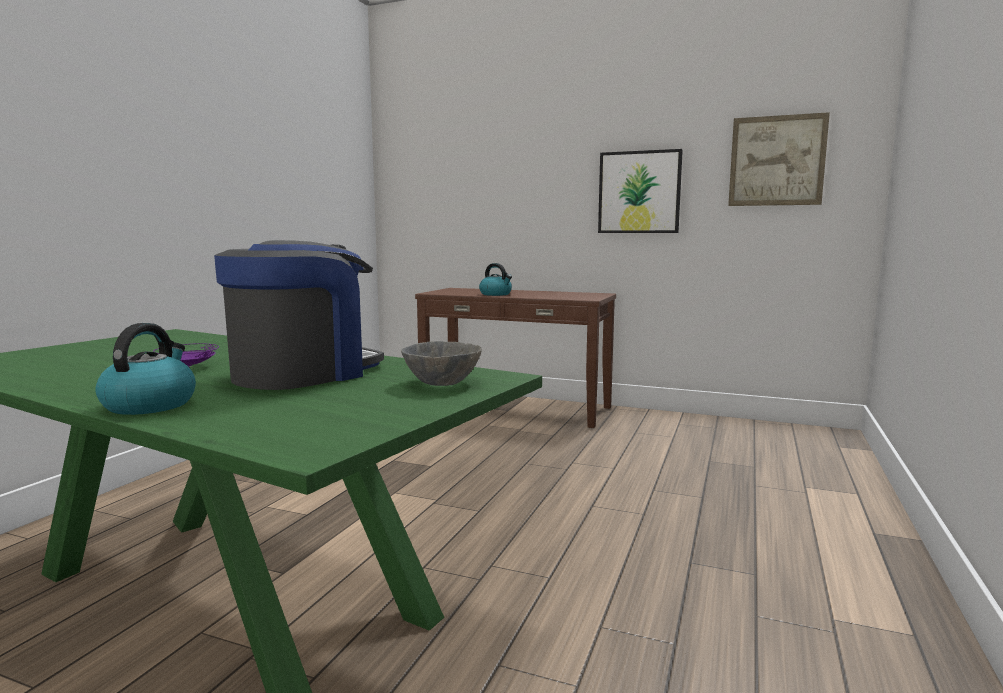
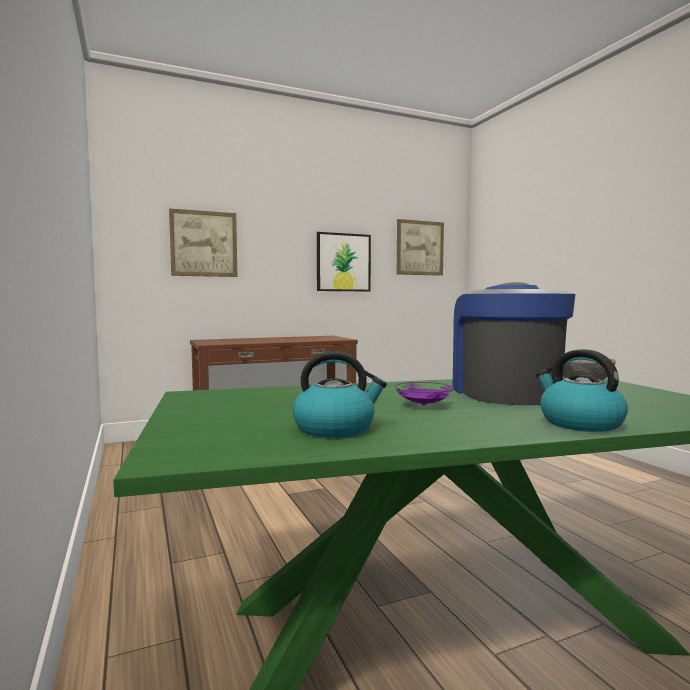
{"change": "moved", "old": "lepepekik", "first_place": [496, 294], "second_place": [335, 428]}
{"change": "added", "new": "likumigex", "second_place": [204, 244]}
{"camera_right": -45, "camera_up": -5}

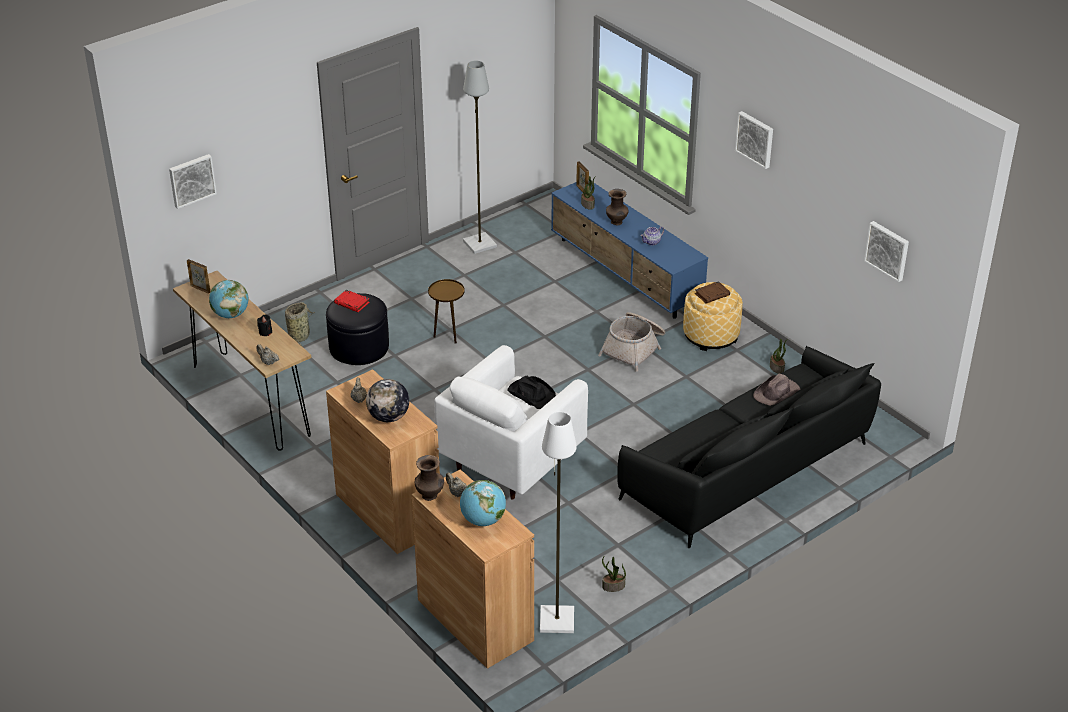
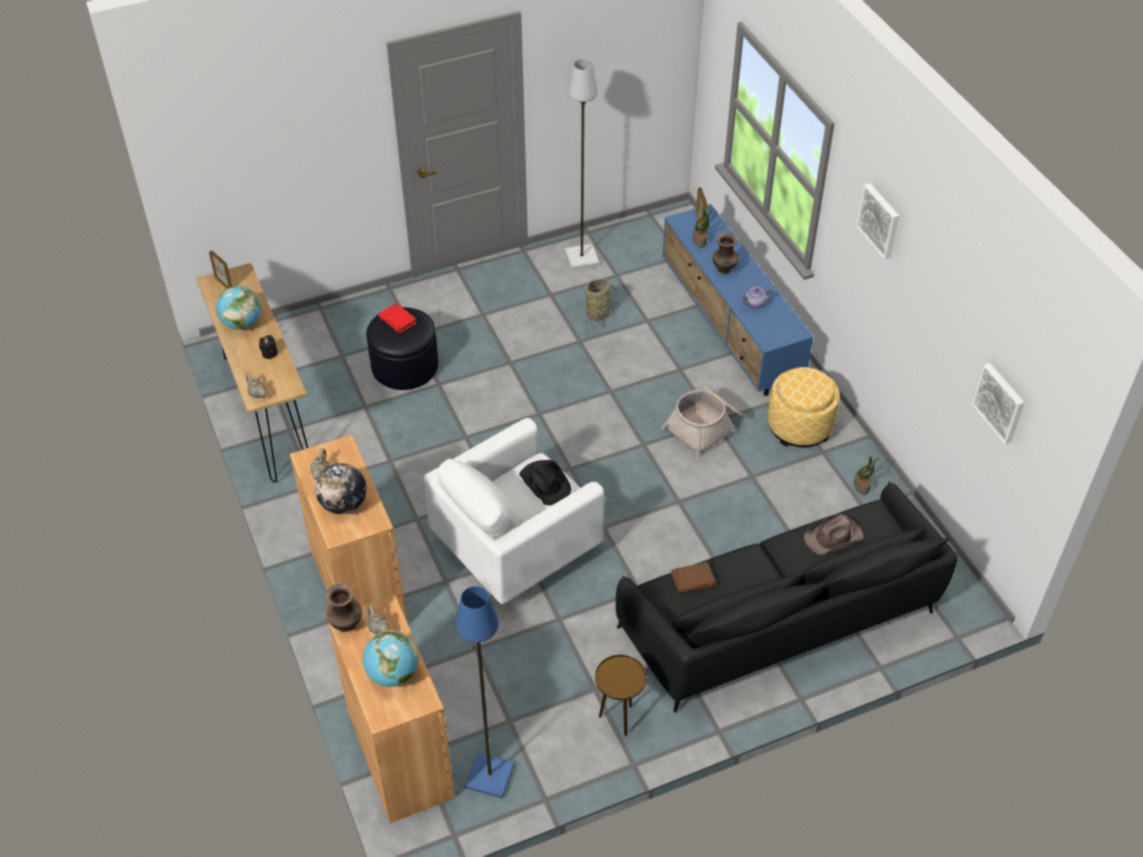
{"change": "removed", "old": "likumigex", "first_place": [191, 180]}
{"change": "moved", "old": "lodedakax", "first_place": [300, 336], "second_place": [599, 313]}
{"change": "moved", "old": "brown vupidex", "first_place": [448, 336], "second_place": [618, 719]}
{"change": "recoloured", "old": "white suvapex", "new": "blue suvapex", "first_place": [556, 621], "second_place": [489, 777]}
{"change": "removed", "old": "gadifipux", "first_place": [613, 587]}
{"change": "moved", "old": "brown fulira", "first_place": [712, 294], "second_place": [693, 580]}
{"camera_right": 15, "camera_up": 10}

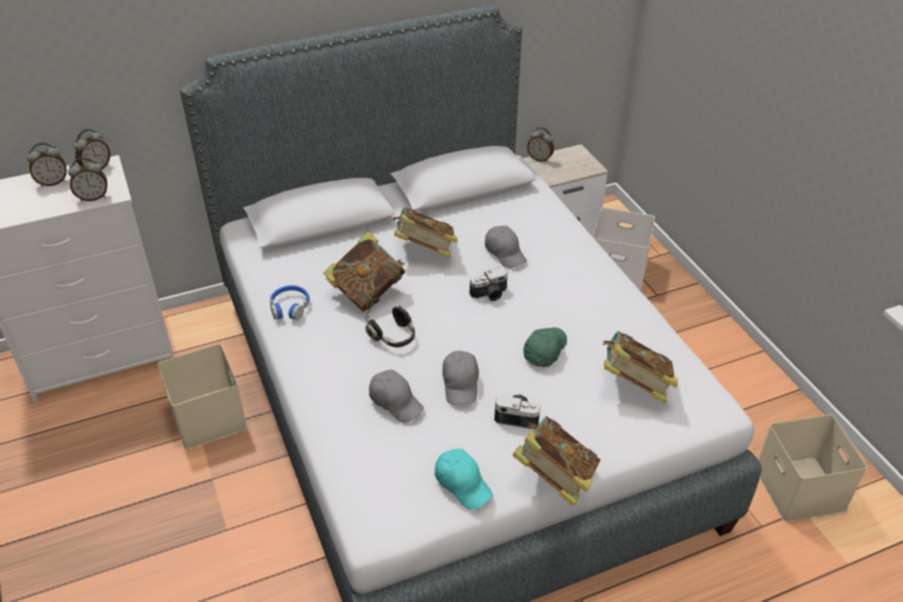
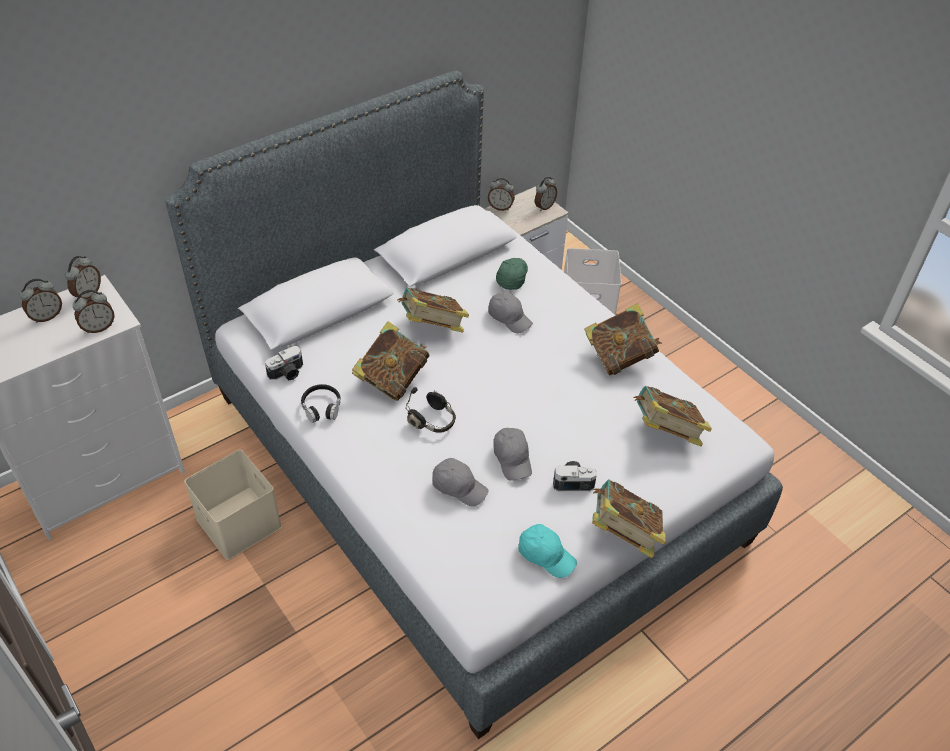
{"change": "recoloured", "old": "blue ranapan", "new": "black ranapan", "first_place": [290, 307], "second_place": [321, 407]}
{"change": "moved", "old": "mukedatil", "first_place": [490, 294], "second_place": [287, 373]}
{"change": "moved", "old": "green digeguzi", "first_place": [544, 351], "second_place": [512, 277]}
{"change": "removed", "old": "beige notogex", "first_place": [797, 488]}
{"change": "added", "new": "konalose", "second_place": [544, 206]}
{"change": "added", "new": "fulira", "second_place": [619, 357]}
{"camera_right": -15, "camera_up": 5}

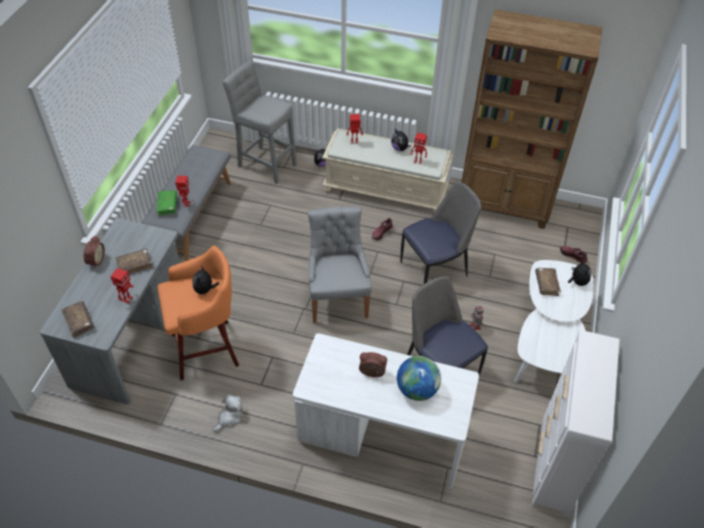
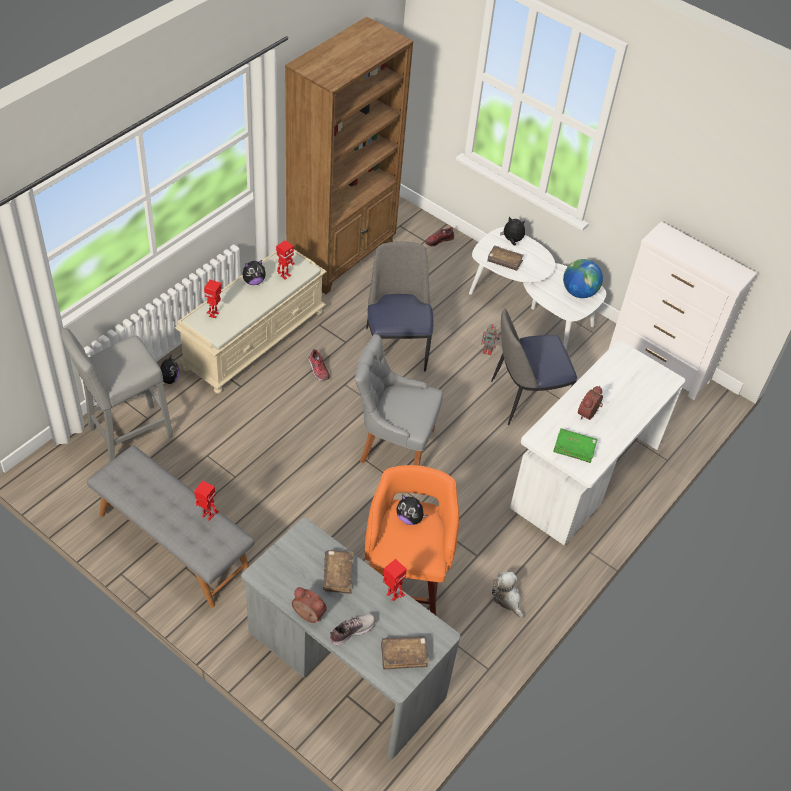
{"change": "moved", "old": "green fulira", "first_place": [167, 205], "second_place": [574, 448]}
{"change": "moved", "old": "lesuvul", "first_place": [417, 389], "second_place": [579, 292]}
{"change": "added", "new": "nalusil", "second_place": [351, 631]}
{"camera_right": -70, "camera_up": 0}

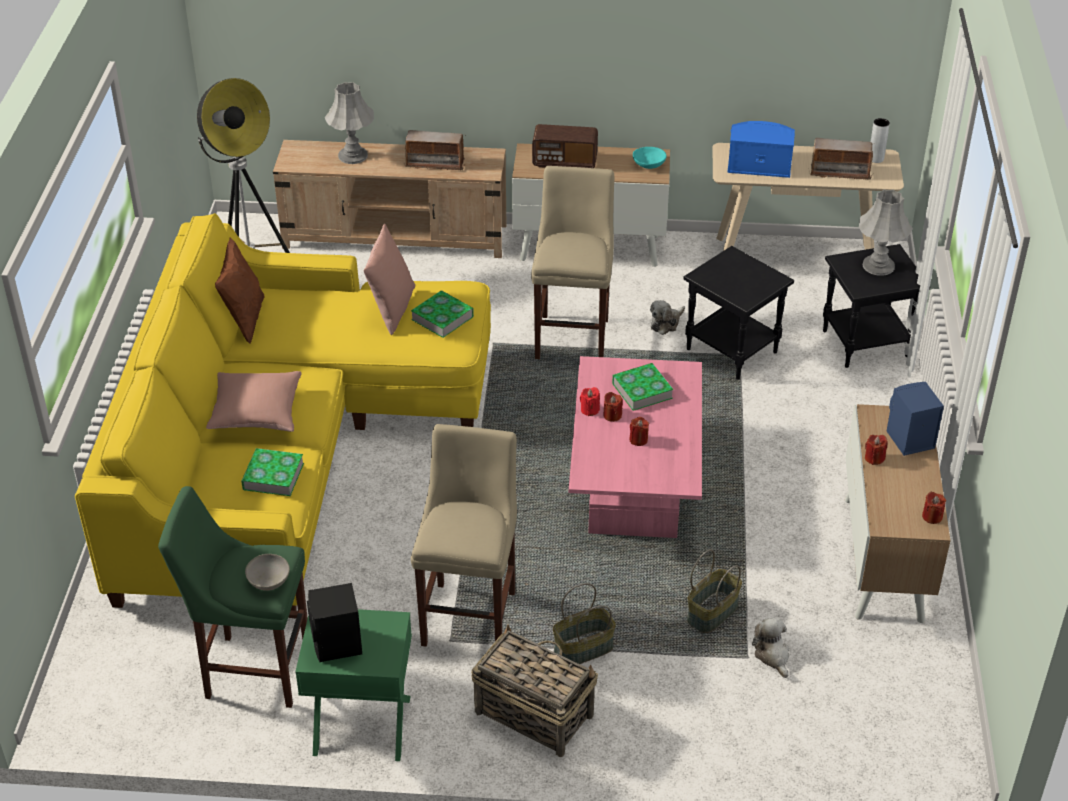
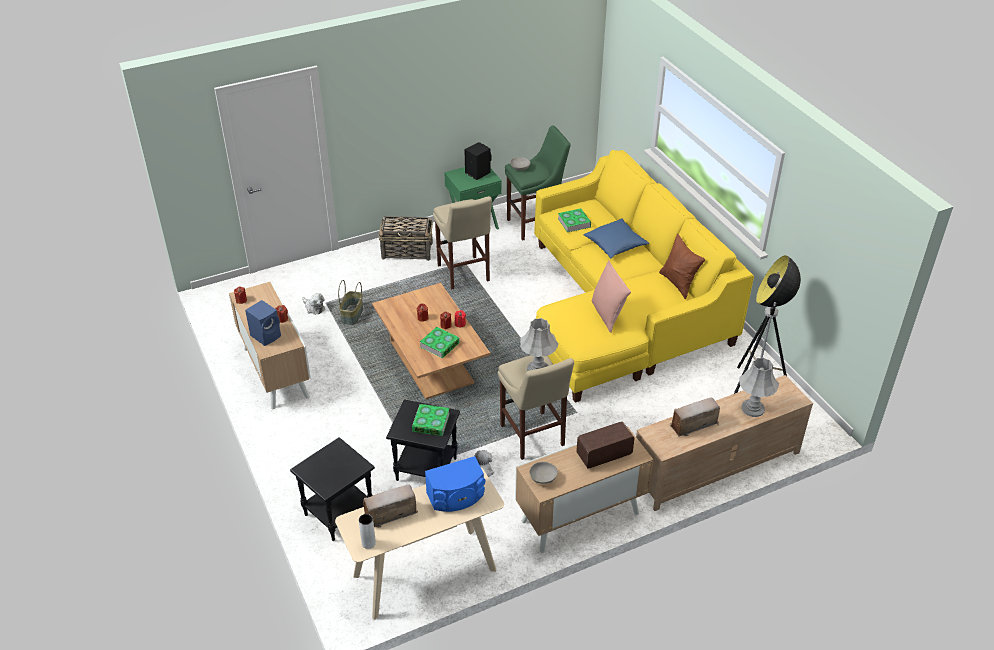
{"change": "recoloured", "old": "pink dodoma", "new": "blue dodoma", "first_place": [256, 412], "second_place": [615, 245]}
{"change": "moved", "old": "fulira", "first_place": [442, 318], "second_place": [431, 422]}
{"change": "removed", "old": "lodedakax", "first_place": [583, 650]}
{"change": "recoloured", "old": "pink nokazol", "new": "brown nokazol", "first_place": [635, 481], "second_place": [431, 362]}
{"change": "recoloured", "old": "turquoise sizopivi", "new": "grey sizopivi", "first_place": [649, 165], "second_place": [543, 478]}
{"change": "moved", "old": "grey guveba", "first_place": [878, 266], "second_place": [537, 369]}
{"camera_right": 150, "camera_up": 0}

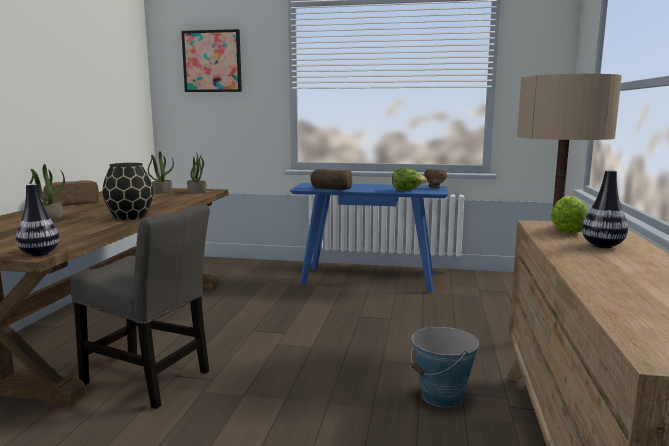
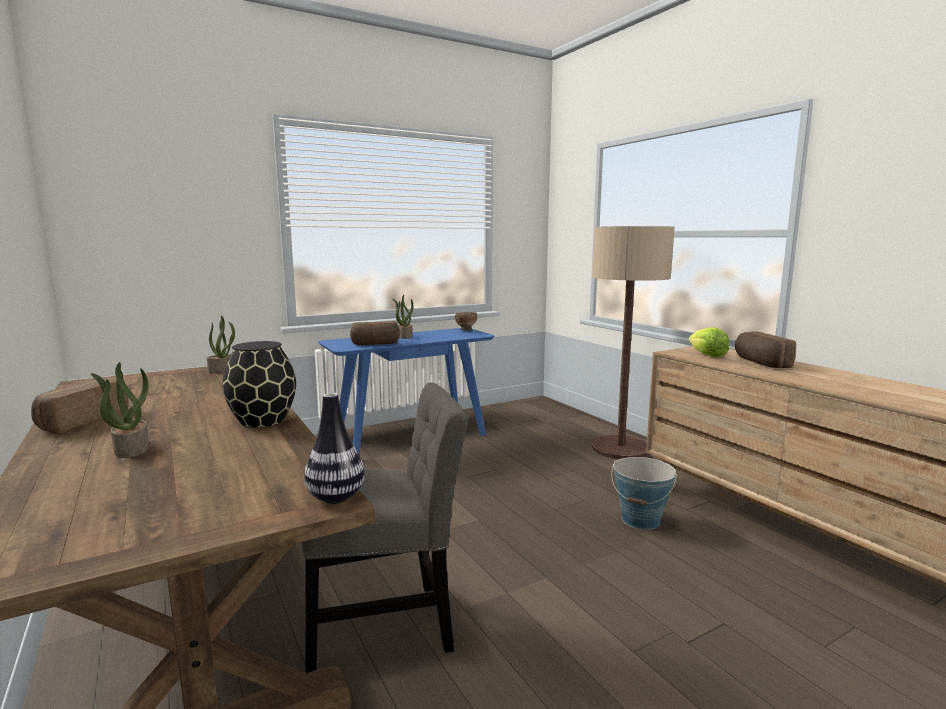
{"change": "moved", "old": "gadifipux", "first_place": [162, 191], "second_place": [404, 336]}
{"change": "removed", "old": "likumigex", "first_place": [212, 61]}
{"change": "removed", "old": "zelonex", "first_place": [407, 190]}
{"change": "replaced", "old": "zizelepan", "new": "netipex", "first_place": [602, 246], "second_place": [759, 363]}
{"camera_right": -40, "camera_up": 0}

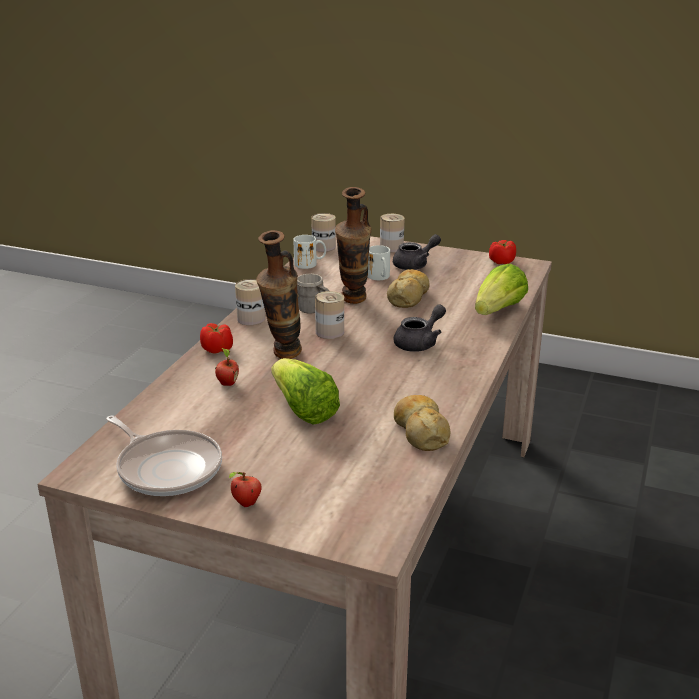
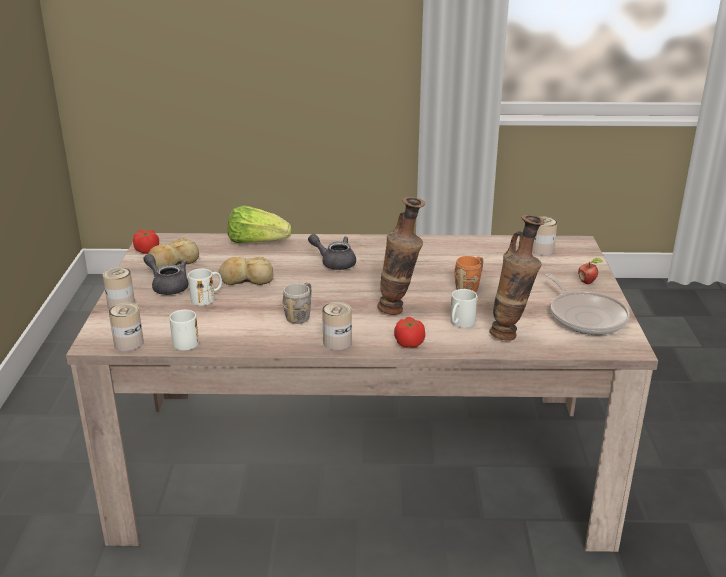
{"change": "turned", "old": "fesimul", "first_place": [167, 468], "second_place": [585, 316], "degrees": 135}
{"change": "replaced", "old": "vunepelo", "new": "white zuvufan", "first_place": [227, 383], "second_place": [460, 324]}
{"change": "replaced", "old": "zelonex", "new": "orange zuvufan", "first_place": [303, 410], "second_place": [469, 286]}
{"change": "moved", "old": "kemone", "first_place": [330, 332], "second_place": [542, 250]}
{"change": "moved", "old": "zizelepan", "first_place": [353, 302], "second_place": [511, 334]}
{"change": "moved", "old": "netipex", "first_place": [421, 431], "second_place": [172, 263]}
{"camera_right": -110, "camera_up": 0}

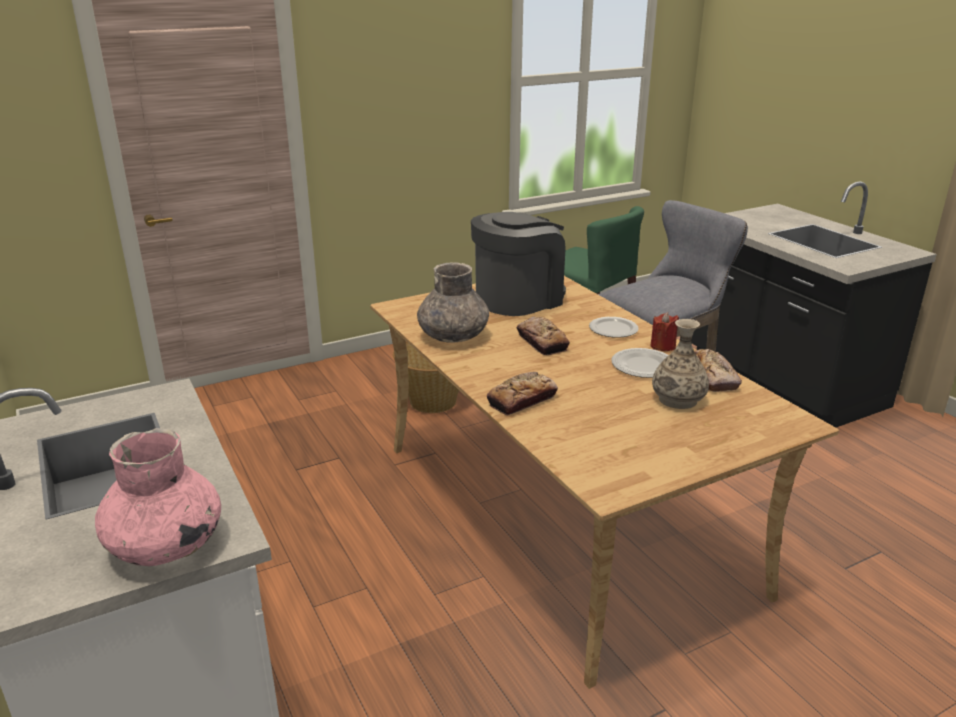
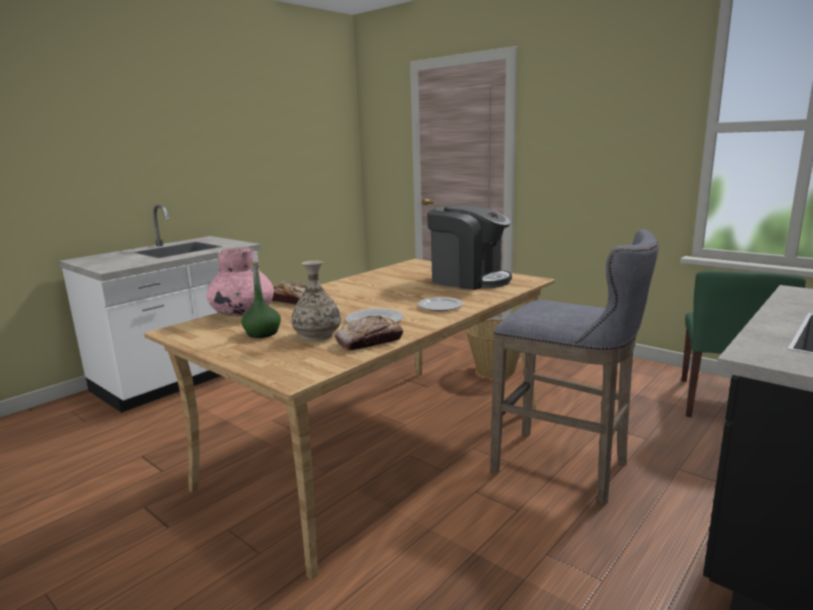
{"change": "moved", "old": "pink zizelepan", "first_place": [165, 545], "second_place": [242, 313]}
{"change": "removed", "old": "grey zizelepan", "first_place": [453, 336]}
{"change": "removed", "old": "netipex", "first_place": [542, 342]}
{"change": "removed", "old": "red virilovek", "first_place": [663, 346]}
{"change": "added", "new": "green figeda", "second_place": [262, 333]}
{"camera_right": 70, "camera_up": -10}

